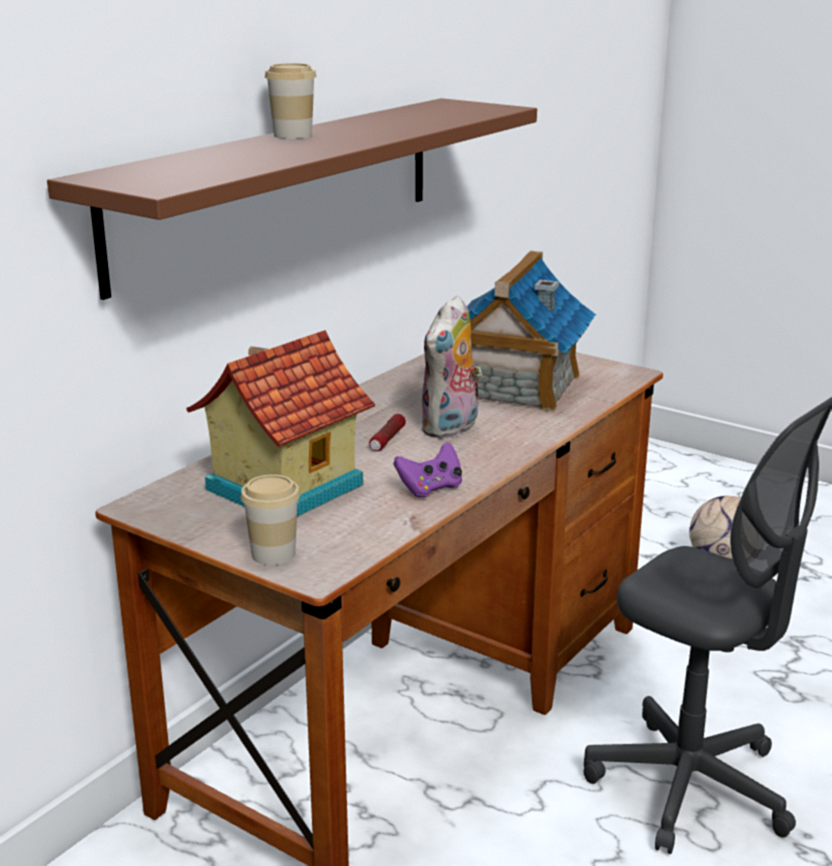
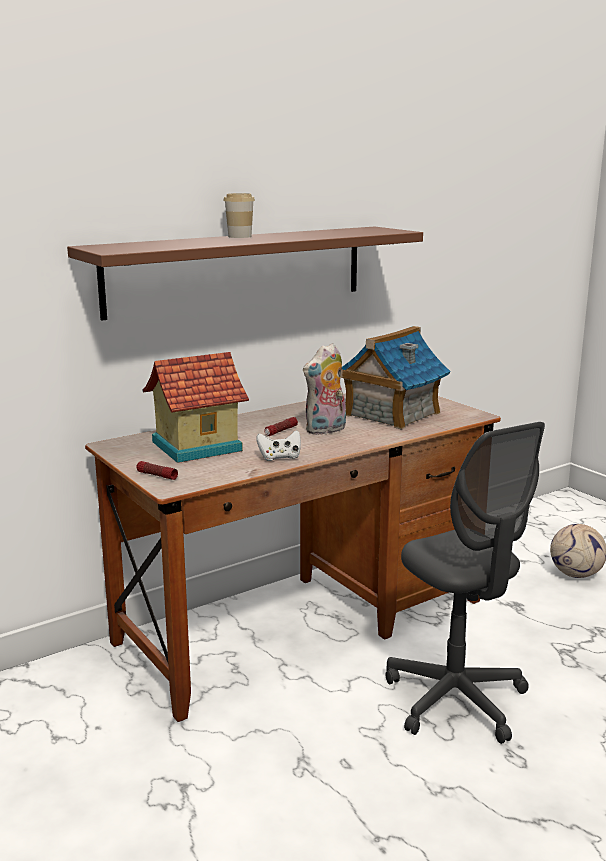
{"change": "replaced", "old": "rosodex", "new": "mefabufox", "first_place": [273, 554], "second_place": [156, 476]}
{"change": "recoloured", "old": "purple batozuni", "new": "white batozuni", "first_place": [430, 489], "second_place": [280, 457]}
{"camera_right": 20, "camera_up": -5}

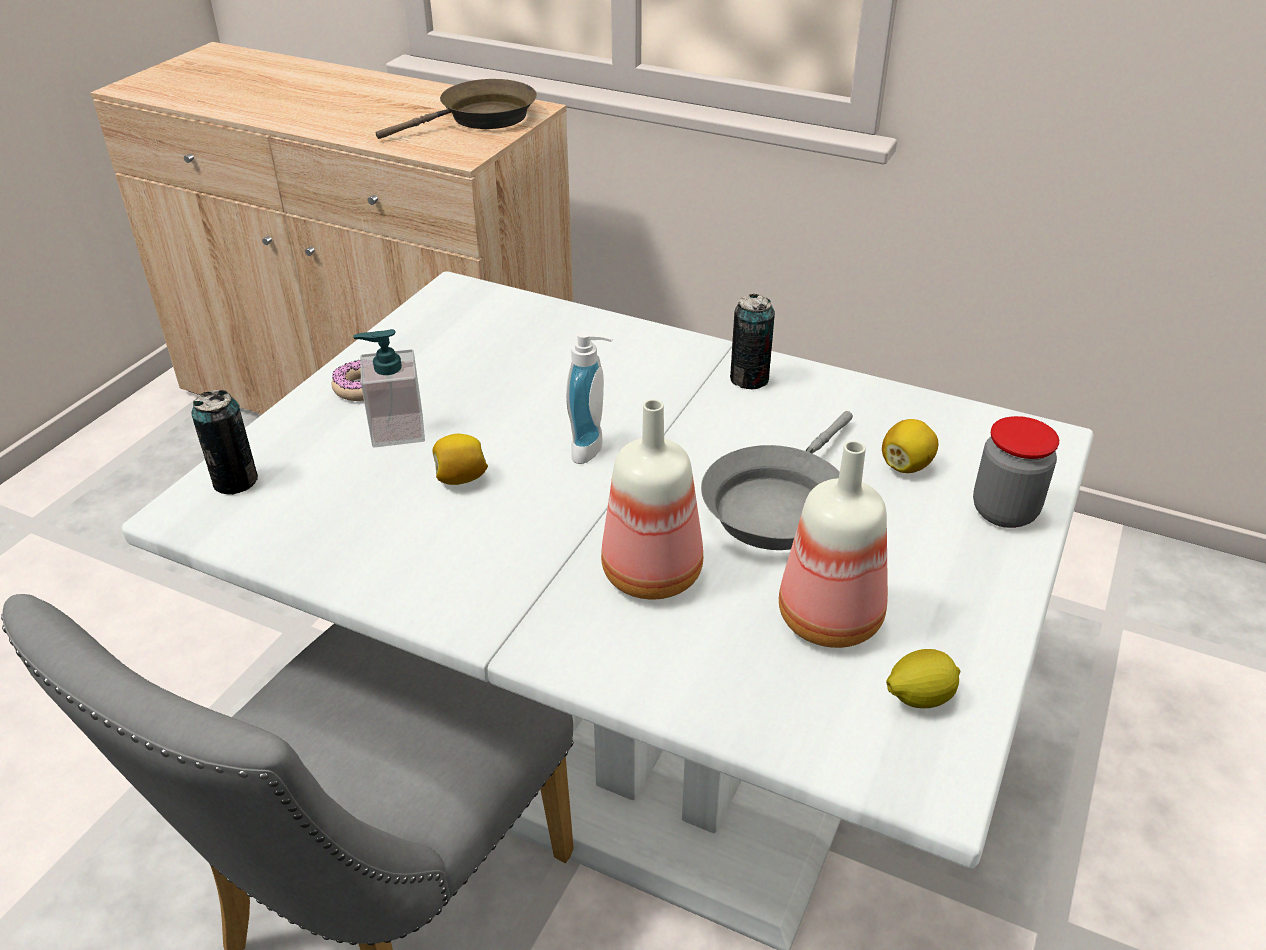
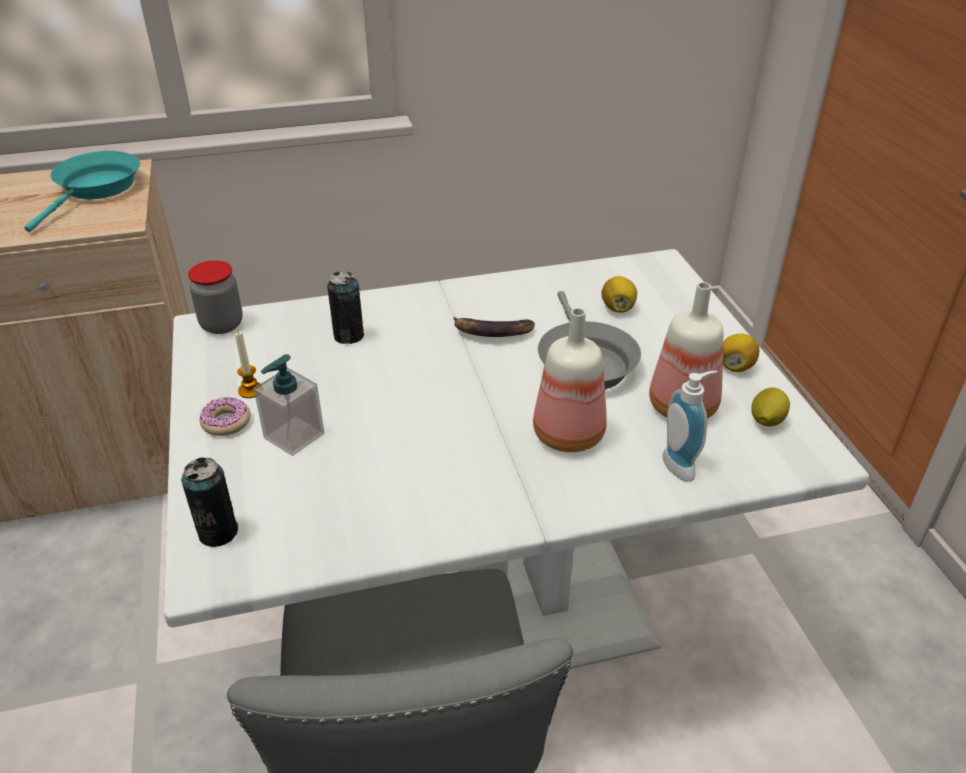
{"change": "recoloured", "old": "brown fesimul", "new": "turquoise fesimul", "first_place": [481, 118], "second_place": [95, 189]}
{"change": "moved", "old": "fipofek", "first_place": [460, 478], "second_place": [735, 366]}
{"change": "moved", "old": "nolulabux", "first_place": [593, 449], "second_place": [683, 465]}
{"change": "moved", "old": "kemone", "first_place": [749, 379], "second_place": [349, 336]}
{"change": "moved", "old": "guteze", "first_place": [1004, 511], "second_place": [222, 324]}
{"change": "added", "new": "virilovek", "second_place": [250, 390]}
{"change": "added", "new": "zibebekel", "second_place": [491, 332]}
{"camera_right": -40, "camera_up": 0}

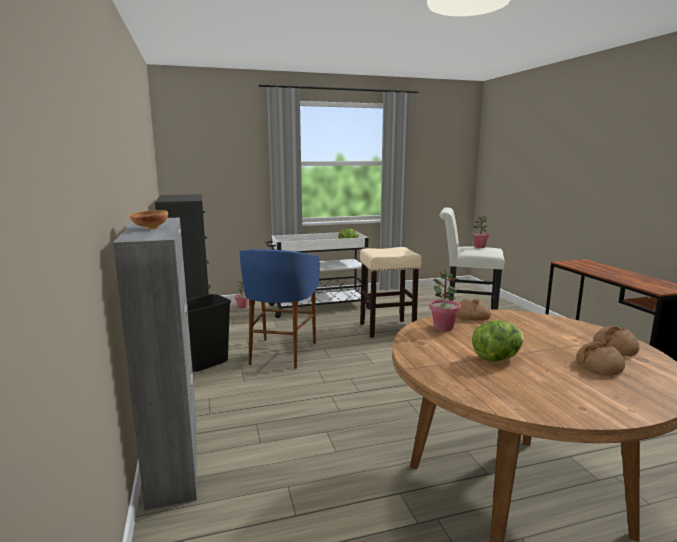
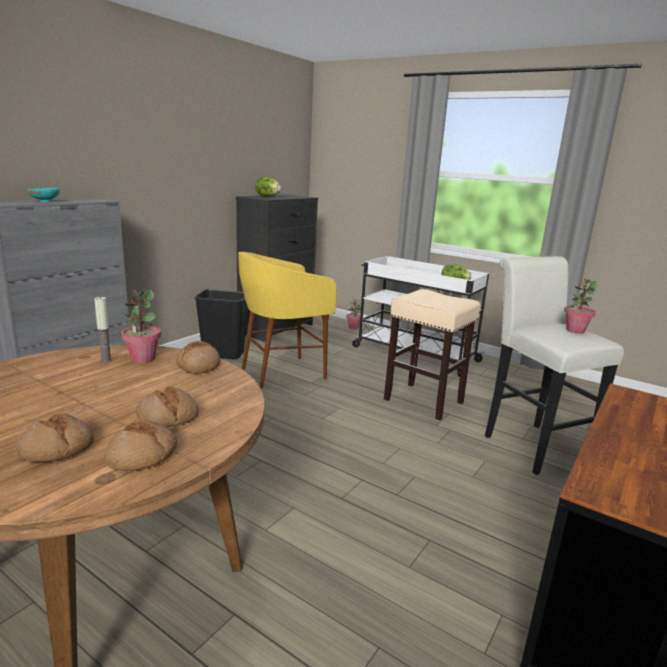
{"change": "recoloured", "old": "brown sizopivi", "new": "turquoise sizopivi", "first_place": [149, 228], "second_place": [44, 201]}
{"change": "recoloured", "old": "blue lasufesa", "new": "yellow lasufesa", "first_place": [281, 353], "second_place": [282, 373]}
{"change": "moved", "old": "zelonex", "first_place": [496, 358], "second_place": [267, 196]}
{"change": "added", "new": "virilovek", "second_place": [106, 360]}
{"change": "added", "new": "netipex", "second_place": [168, 417]}
{"camera_right": 50, "camera_up": 5}

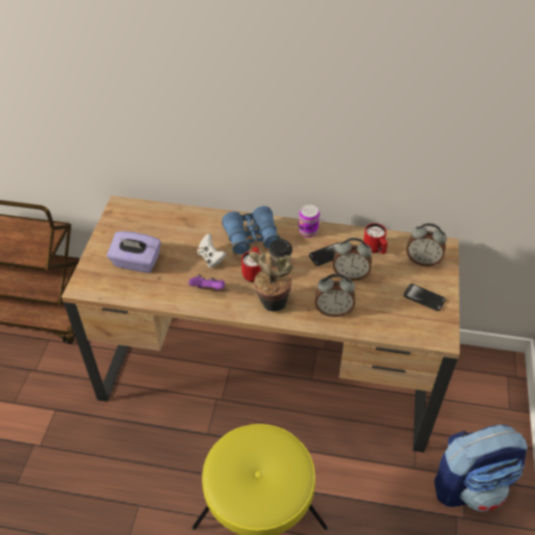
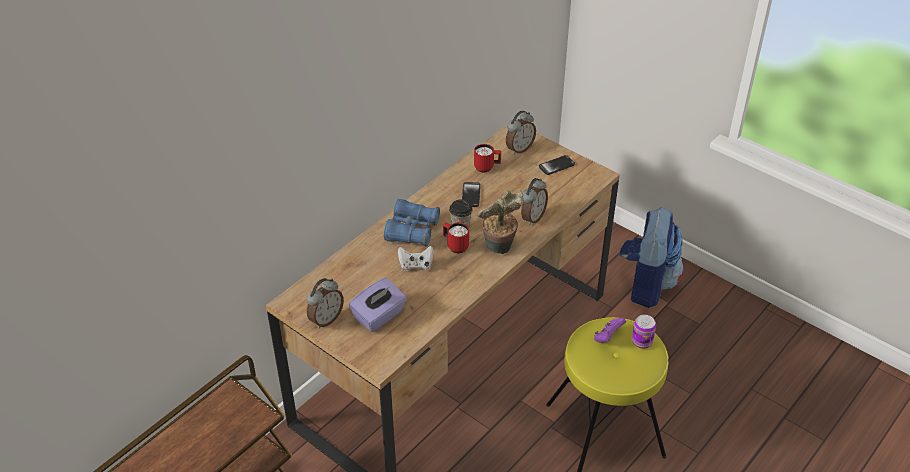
{"change": "moved", "old": "purple batozuni", "first_place": [208, 289], "second_place": [607, 337]}
{"change": "moved", "old": "kemone", "first_place": [308, 231], "second_place": [642, 341]}
{"change": "moved", "old": "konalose", "first_place": [350, 275], "second_place": [326, 319]}
{"camera_right": -60, "camera_up": -5}

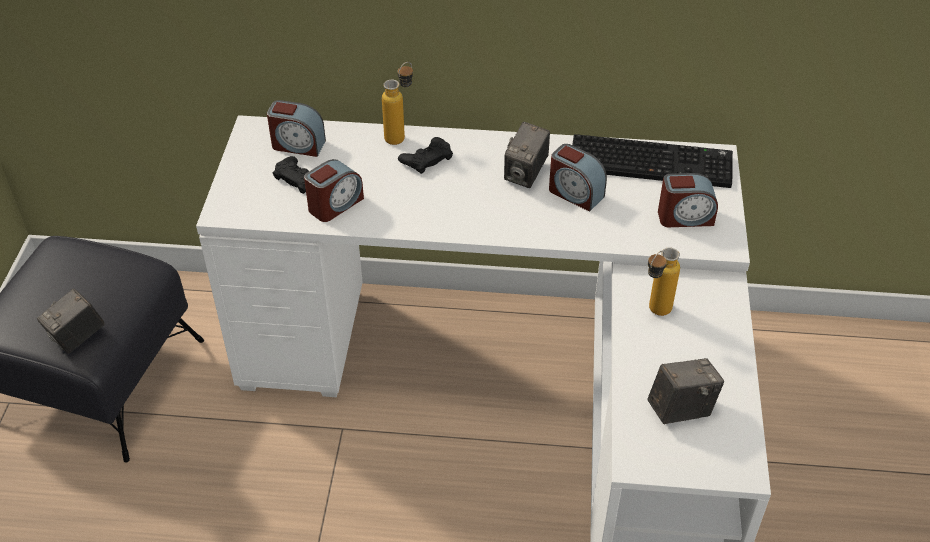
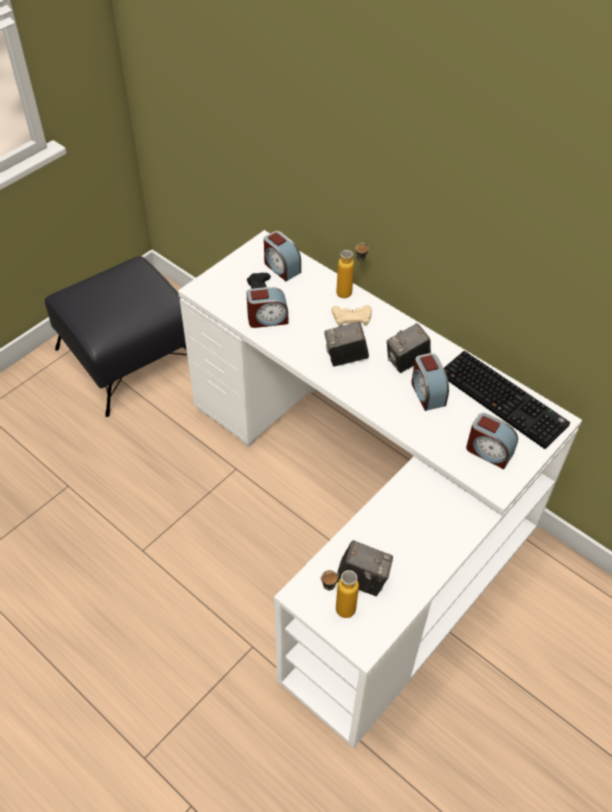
{"change": "moved", "old": "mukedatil", "first_place": [77, 337], "second_place": [345, 358]}
{"change": "recoloured", "old": "black batozuni", "new": "beige batozuni", "first_place": [426, 159], "second_place": [351, 317]}
{"change": "moved", "old": "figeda", "first_place": [654, 313], "second_place": [337, 610]}
{"camera_right": 35, "camera_up": 5}

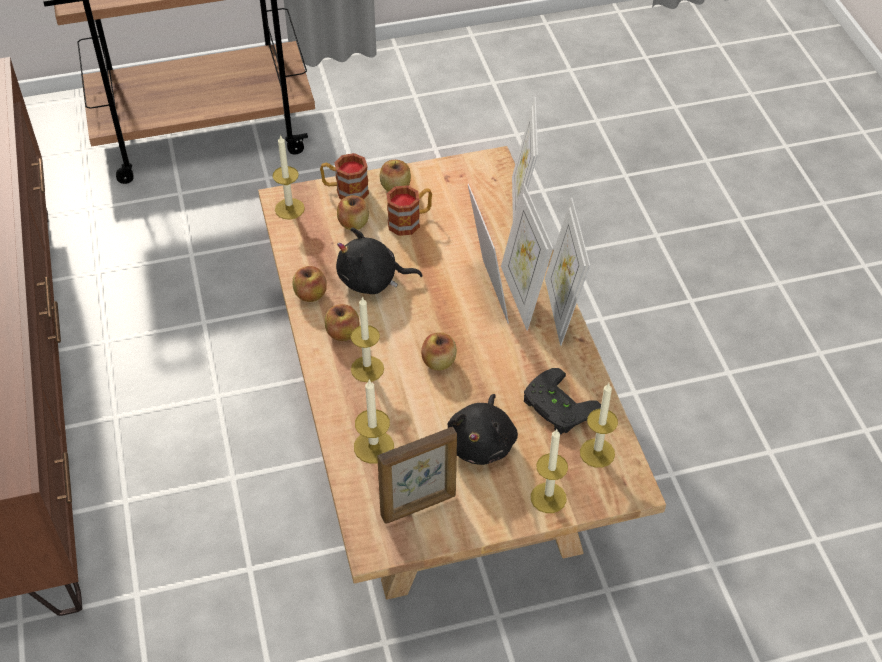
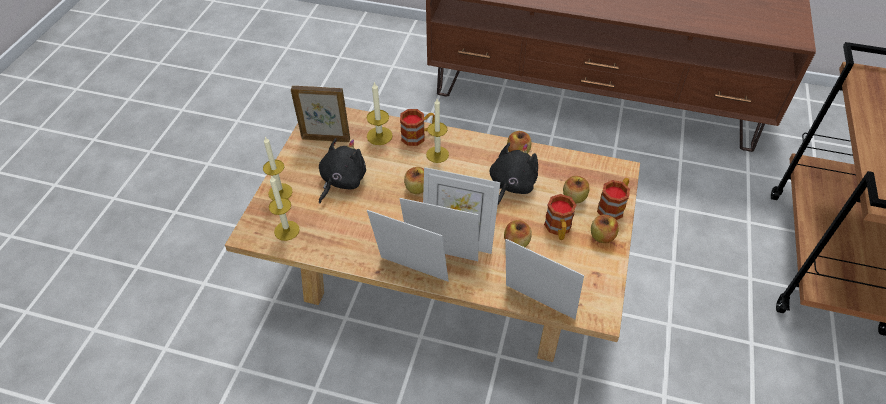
{"change": "removed", "old": "virilovek", "first_place": [289, 209]}
{"change": "moved", "old": "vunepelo", "first_place": [343, 333], "second_place": [516, 243]}
{"change": "turned", "old": "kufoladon", "first_place": [419, 506], "second_place": [326, 138], "degrees": 90}
{"change": "turned", "old": "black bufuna", "first_place": [482, 443], "second_place": [341, 181], "degrees": 75}
{"change": "removed", "old": "black batozuni", "first_place": [556, 407]}
{"change": "added", "new": "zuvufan", "second_place": [418, 136]}
{"camera_right": 120, "camera_up": 0}

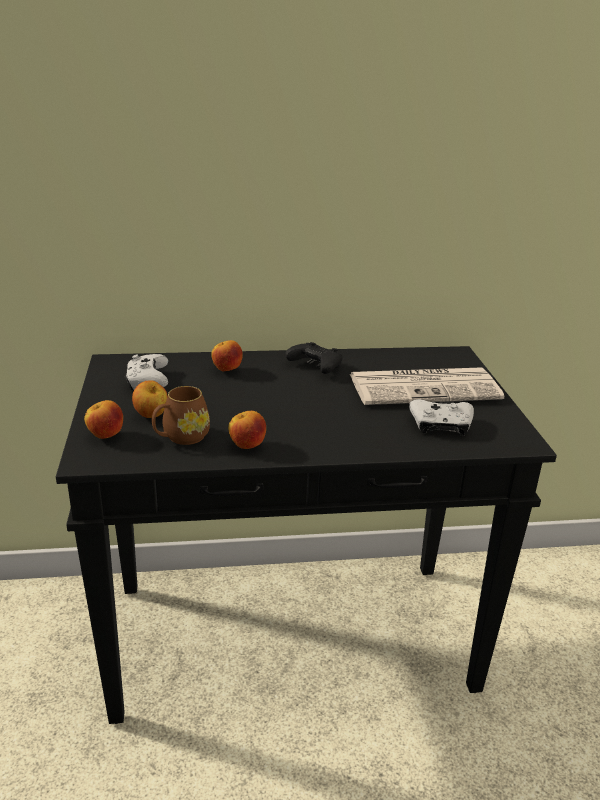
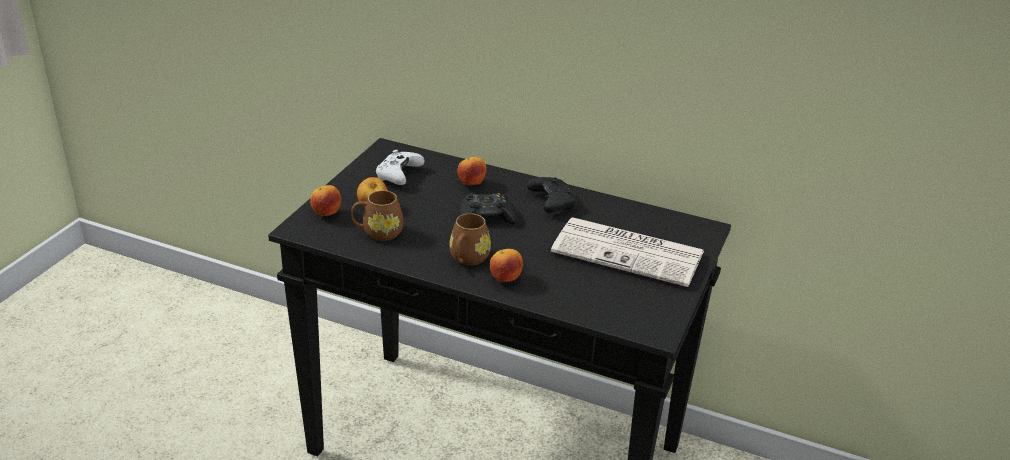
{"change": "moved", "old": "vunepelo", "first_place": [247, 446], "second_place": [505, 279]}
{"change": "removed", "old": "white batozuni", "first_place": [441, 426]}
{"change": "added", "new": "brown zuvufan", "second_place": [467, 259]}
{"change": "added", "new": "black batozuni", "second_place": [486, 217]}
{"camera_right": 30, "camera_up": 5}

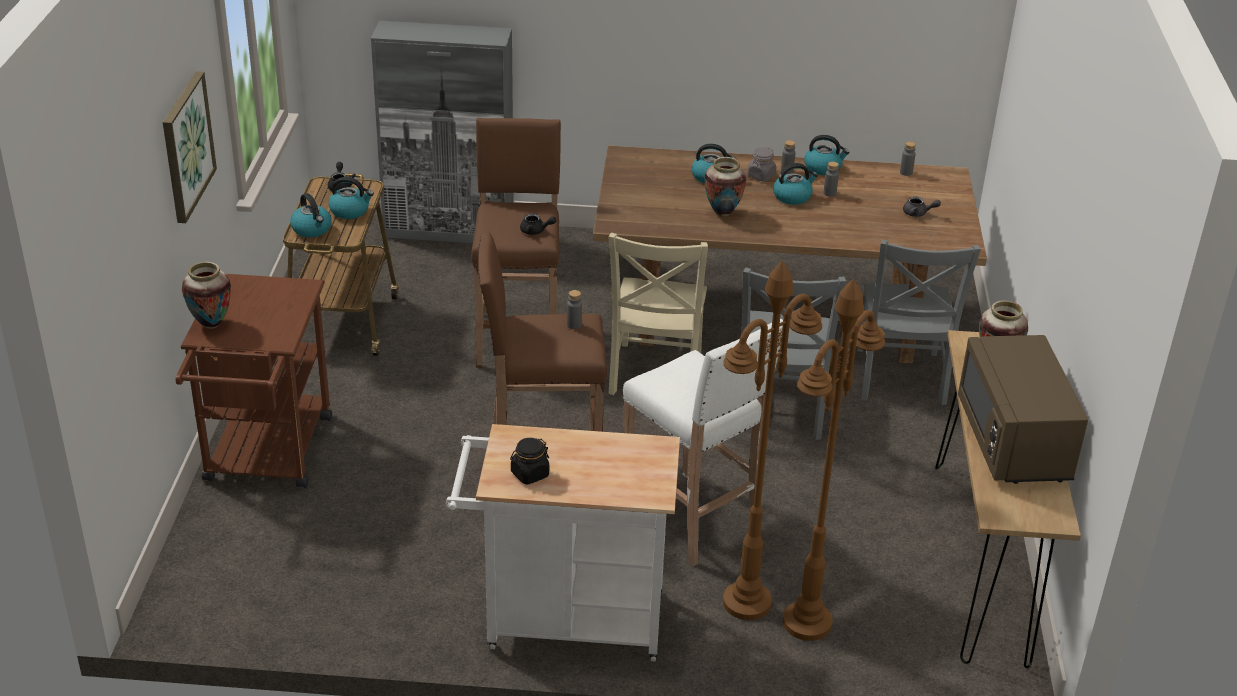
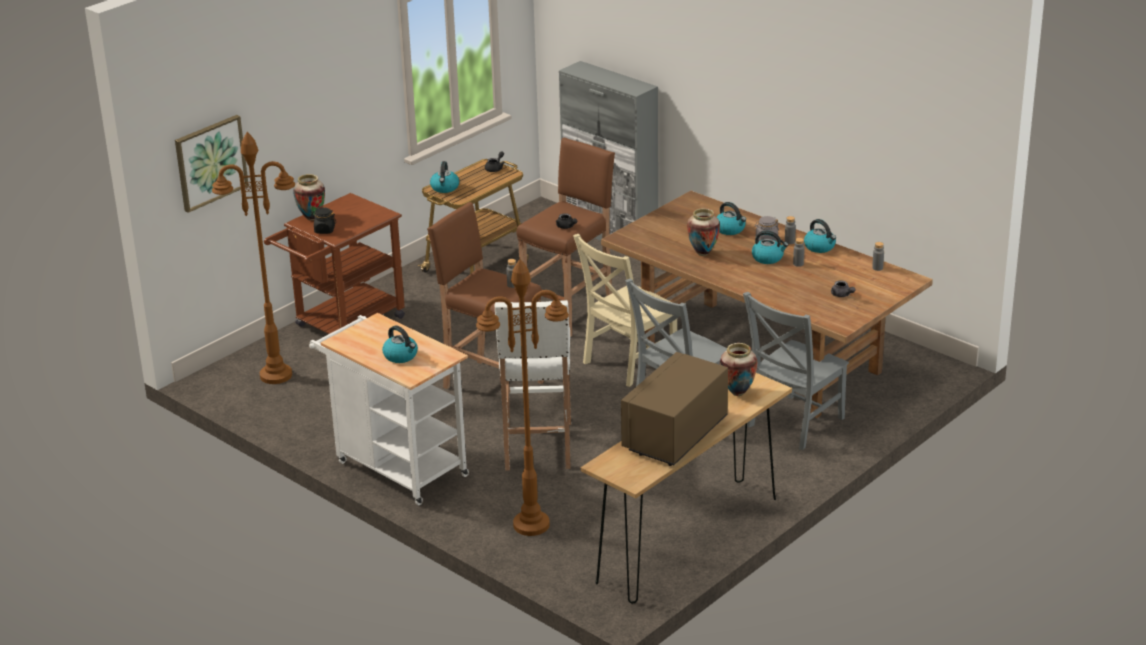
{"change": "moved", "old": "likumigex", "first_place": [186, 146], "second_place": [210, 162]}
{"change": "moved", "old": "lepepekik", "first_place": [350, 211], "second_place": [401, 356]}
{"change": "moved", "old": "black guteze", "first_place": [529, 474], "second_place": [324, 230]}
{"change": "moved", "old": "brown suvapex", "first_place": [746, 603], "second_place": [275, 375]}
{"camera_right": 40, "camera_up": -5}

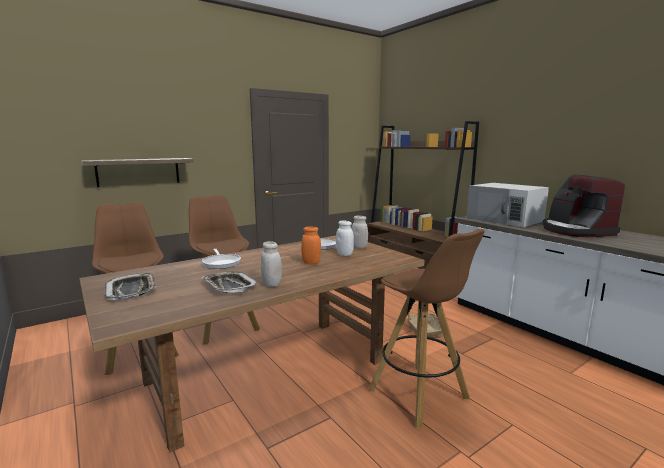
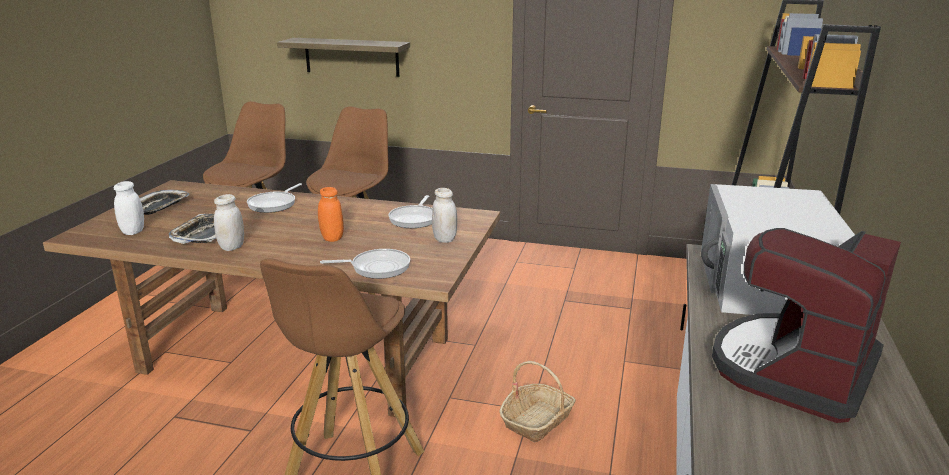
{"change": "moved", "old": "white guteze", "first_place": [344, 254], "second_place": [133, 231]}
{"change": "added", "new": "fesimul", "second_place": [377, 267]}
{"camera_right": 50, "camera_up": 10}

